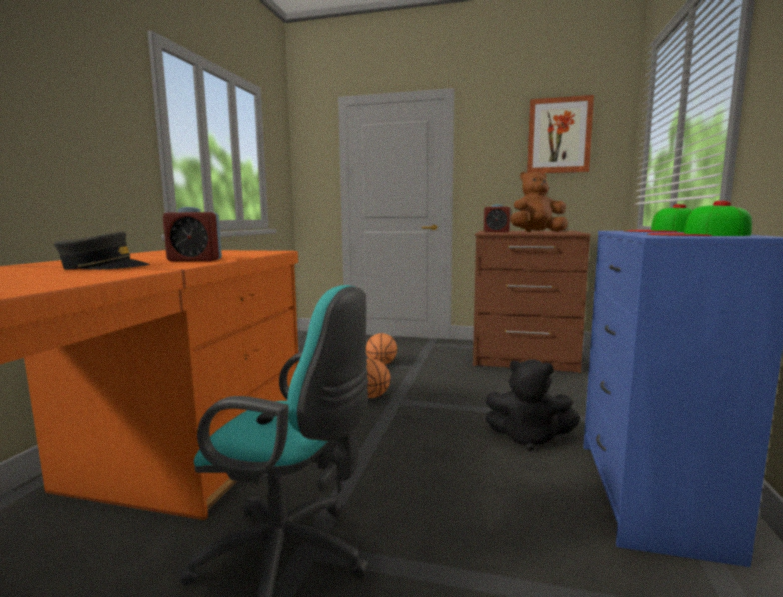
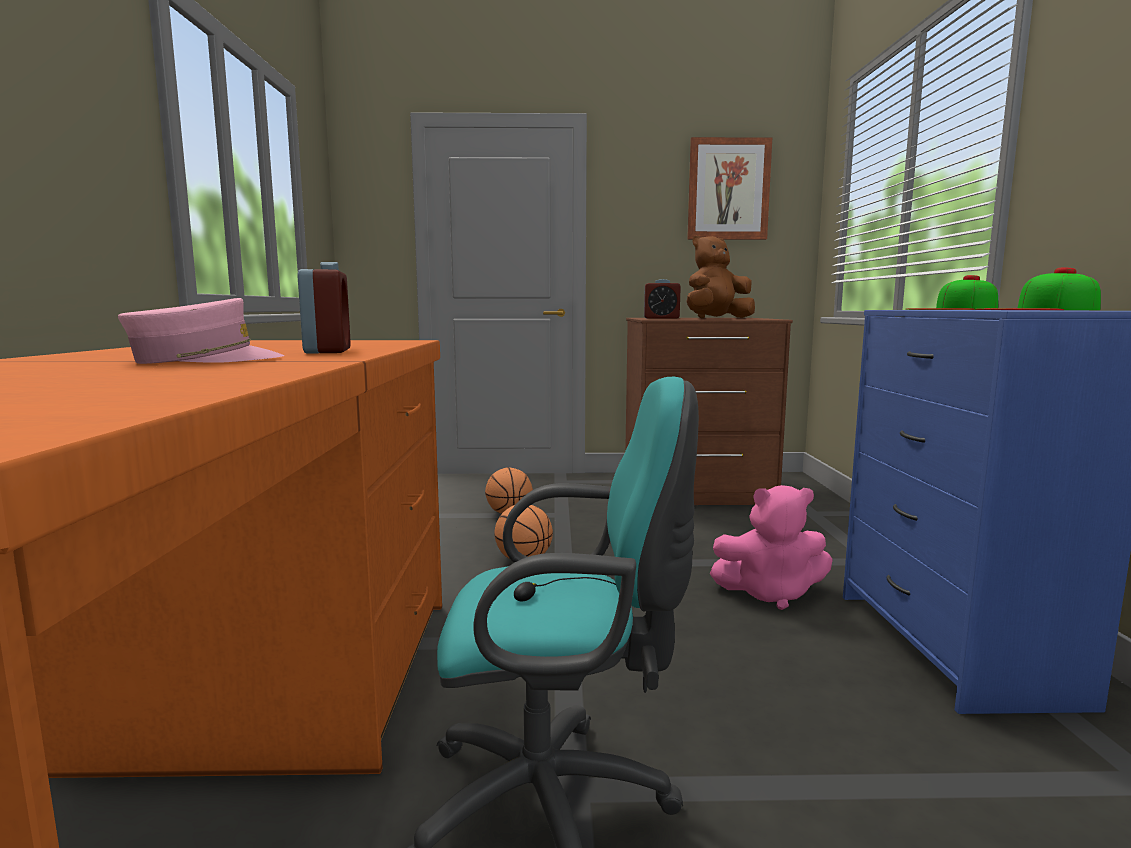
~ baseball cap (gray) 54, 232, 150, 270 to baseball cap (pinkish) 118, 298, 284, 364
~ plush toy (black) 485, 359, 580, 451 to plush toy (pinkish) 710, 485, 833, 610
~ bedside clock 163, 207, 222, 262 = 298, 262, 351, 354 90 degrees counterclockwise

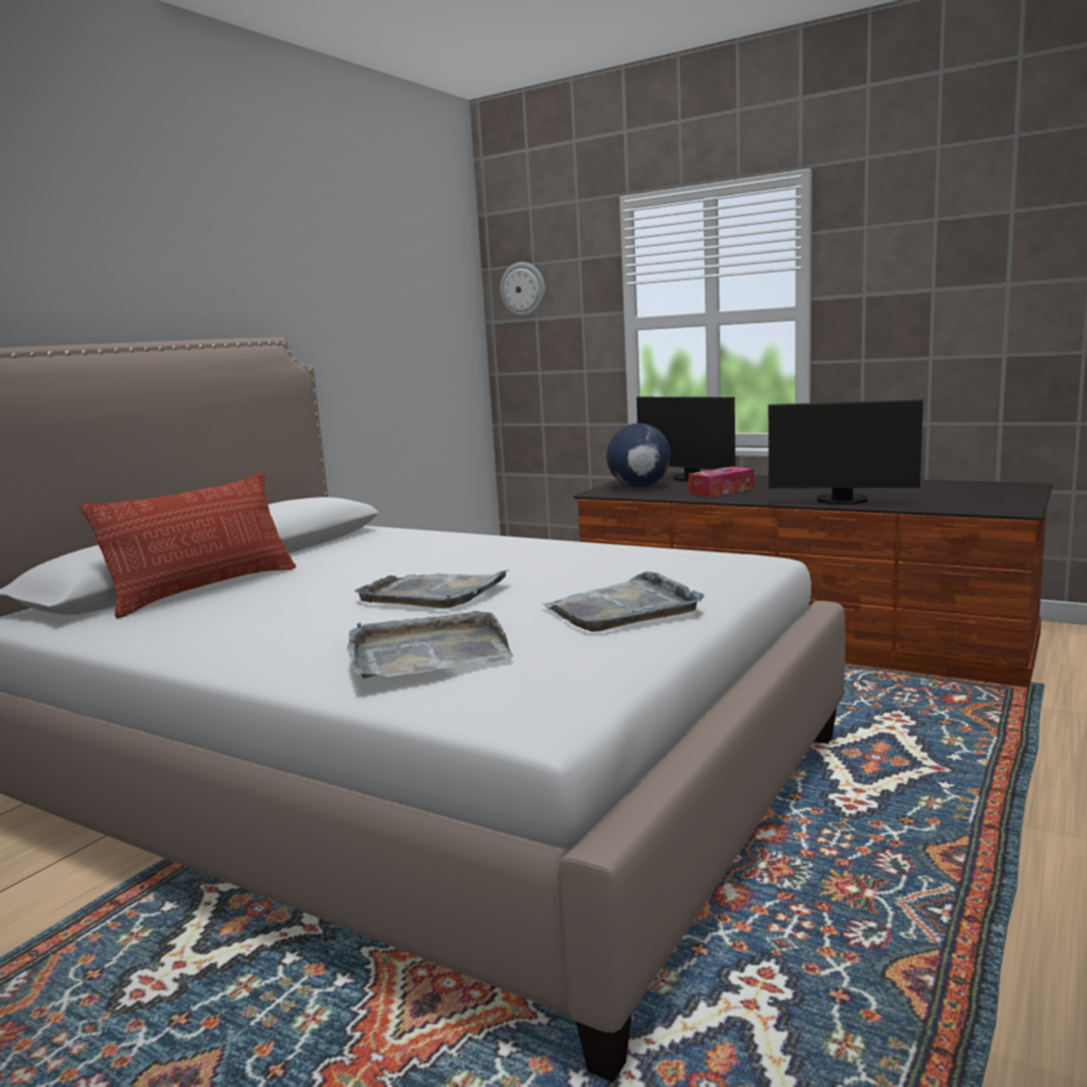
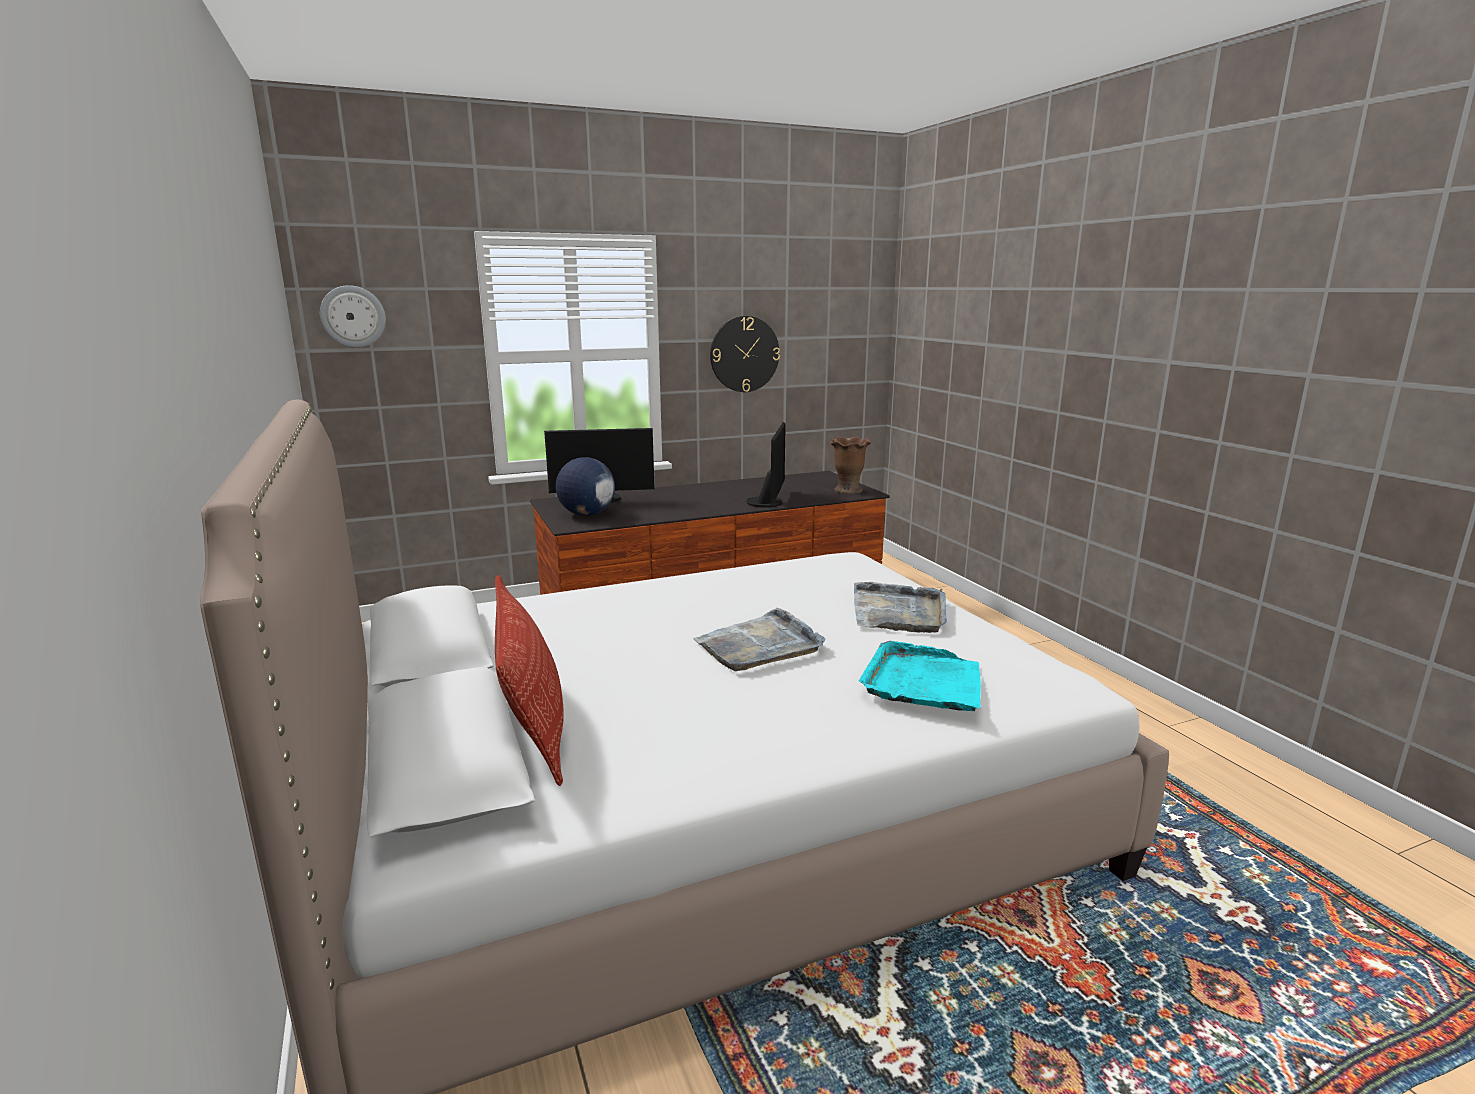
- tissue holder 688, 466, 754, 497
+ clock on the wall 710, 316, 780, 392
+ vase (brown) 830, 437, 871, 494
~ tray (gray) 347, 611, 514, 679 to tray (turquoise-coloured) 859, 641, 981, 711
~ monitor 768, 399, 923, 505 = 746, 422, 786, 507 45 degrees counterclockwise

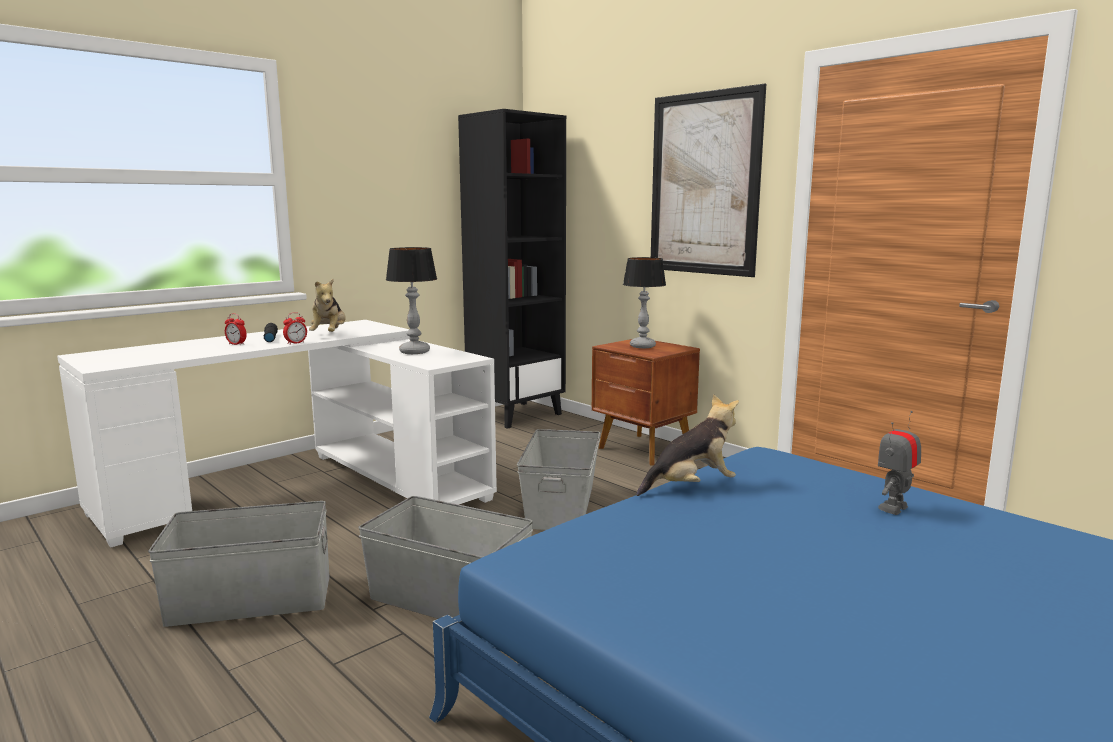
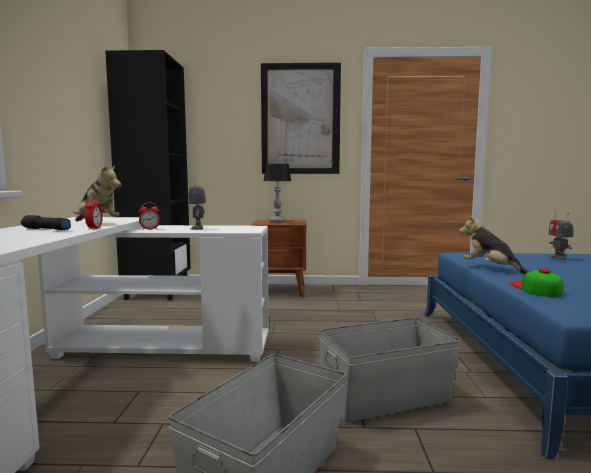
- storage bin (gray) 517, 429, 601, 530
+ baseball cap 509, 268, 563, 297
~ bedside clock 225, 313, 247, 346 to 139, 203, 160, 230
~ table lamp 386, 247, 437, 354 to robot figure 188, 175, 206, 230
~ plush toy 636, 394, 739, 496 = 459, 215, 529, 274 60 degrees counterclockwise

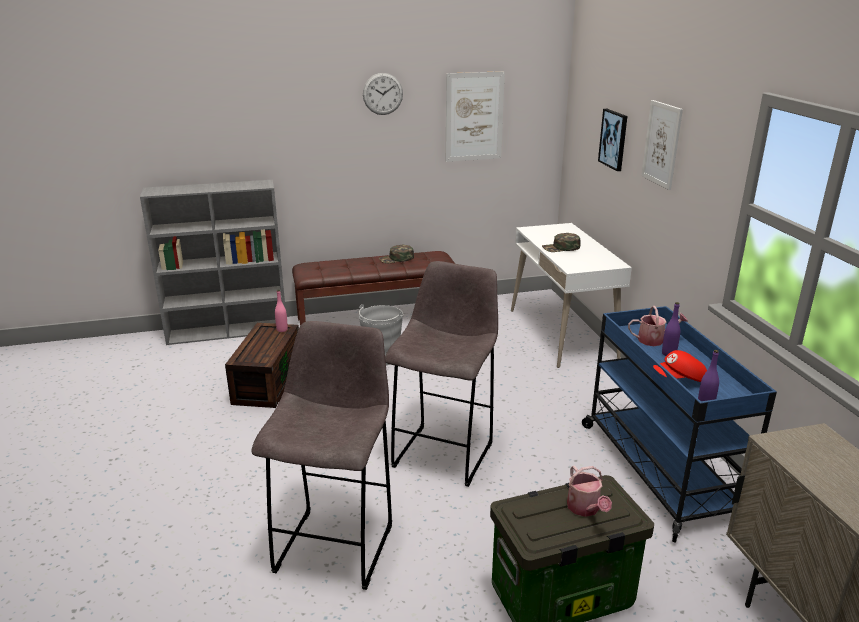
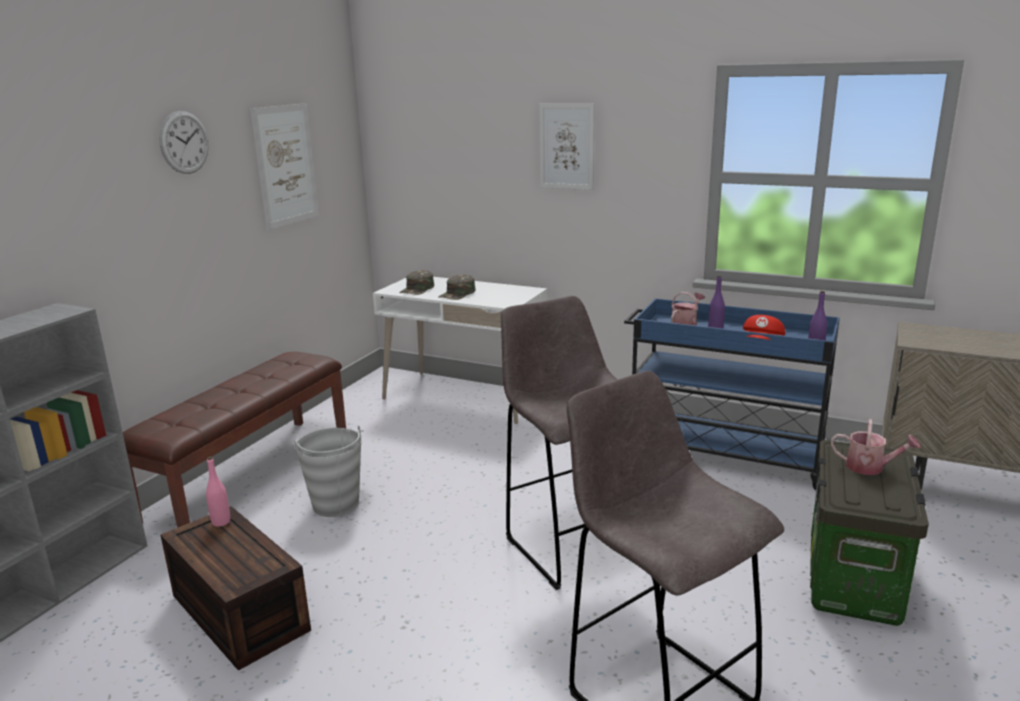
- picture 598, 109, 627, 171
~ baseball cap (green-coloured) 379, 245, 414, 263 to 399, 270, 434, 295

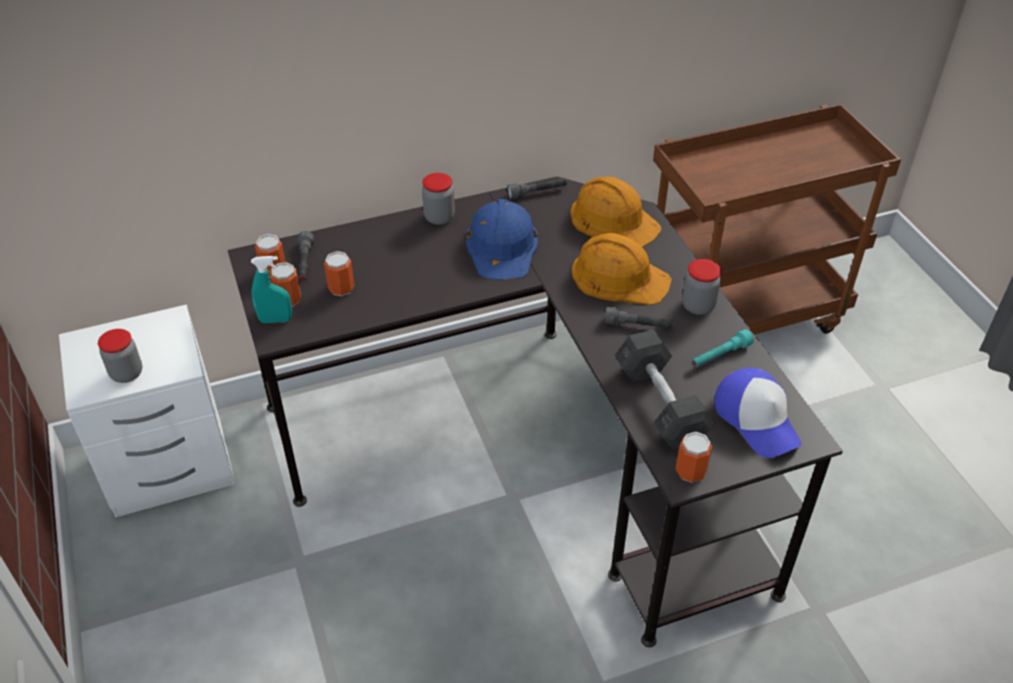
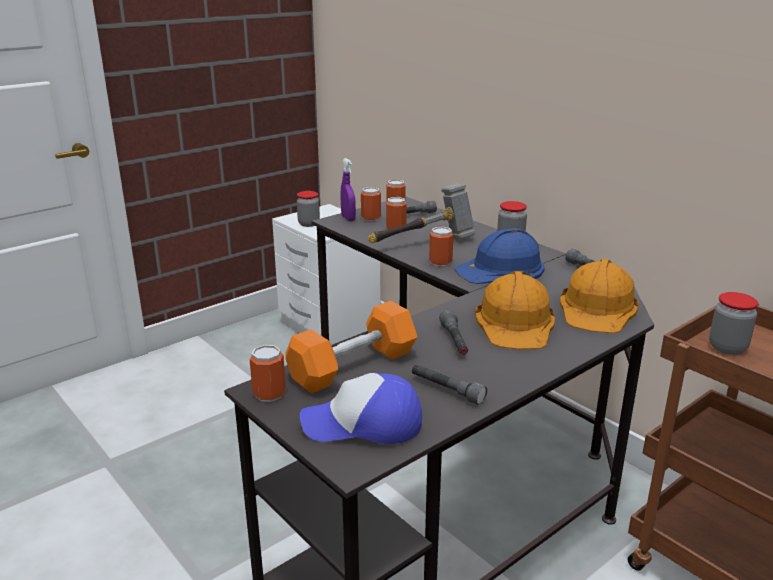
+ hand hammer 368, 184, 475, 243
+ can 429, 227, 453, 266
~ storage jar 682, 259, 721, 315 to 709, 292, 758, 355
~ sprayer (turquoise-coloured) 251, 256, 292, 323 to sprayer (purple-coloured) 341, 158, 356, 221
~ dumbbell (gray) 615, 329, 715, 450 to dumbbell (orangey) 285, 301, 418, 394
~ flashlight (turquoise-coloured) 692, 329, 754, 367 to flashlight (gray) 412, 364, 487, 405
~ baseball cap 715, 368, 802, 458 = 300, 372, 422, 444 45 degrees clockwise

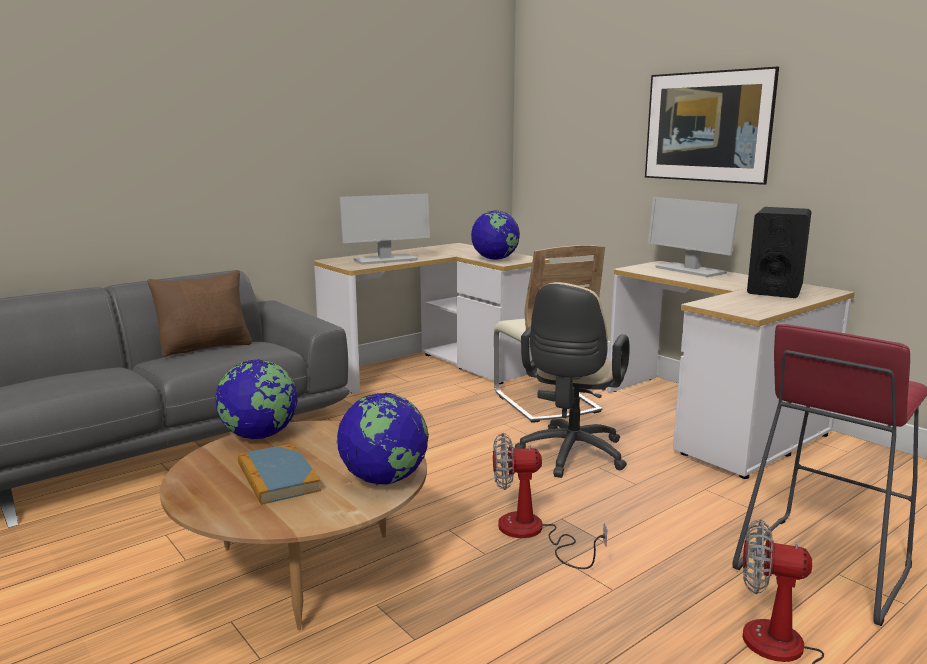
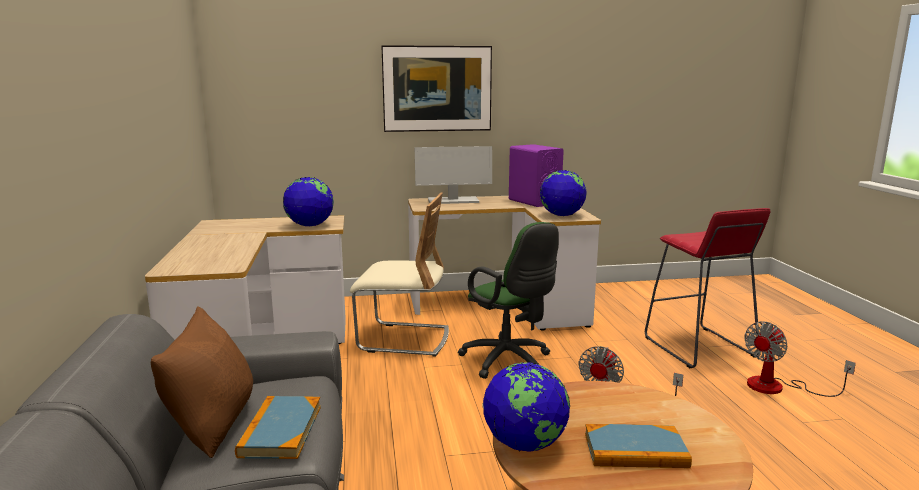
- monitor 340, 194, 430, 265
+ volume 235, 396, 321, 459
~ globe 336, 393, 429, 485 to 540, 170, 587, 216
~ office chair (beige-coloured) 515, 282, 630, 478 to office chair (green-coloured) 458, 222, 559, 379
~ loudspeaker (black) 747, 207, 811, 298 to loudspeaker (purple-coloured) 509, 144, 564, 207

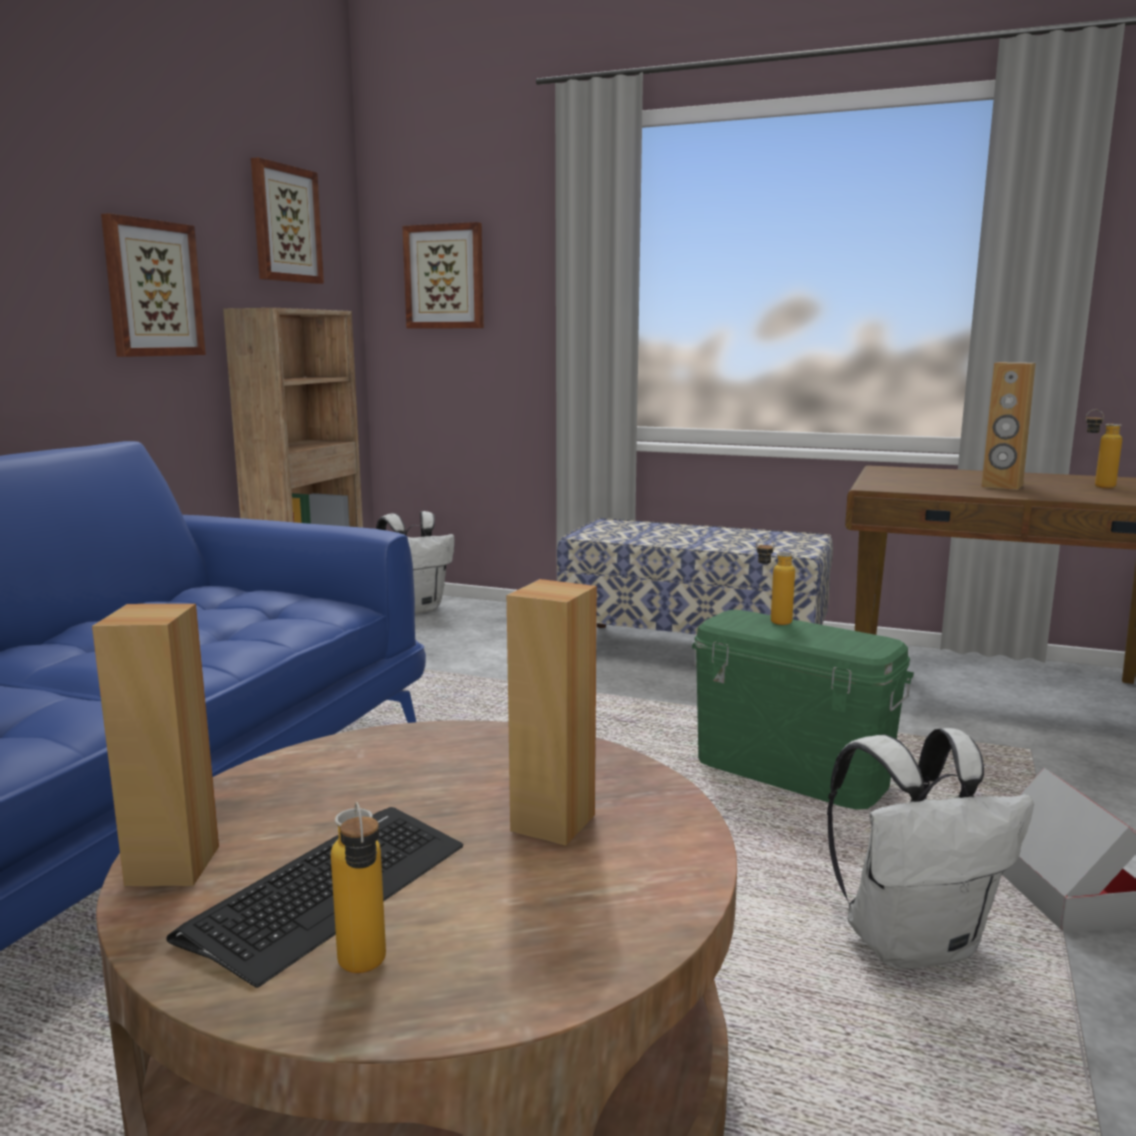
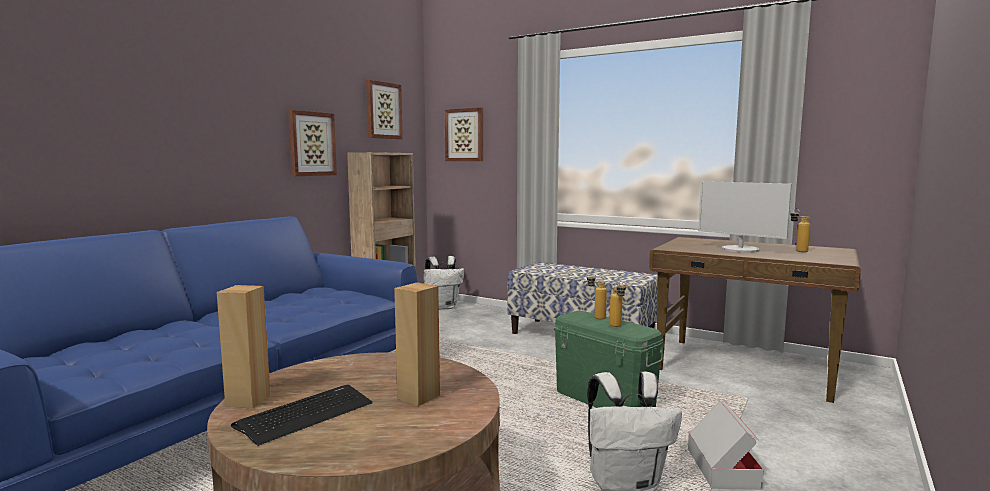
~ drink bottle 331, 802, 386, 973 to 610, 281, 626, 327
~ loudspeaker (brown) 981, 362, 1036, 490 to monitor 698, 181, 792, 253

